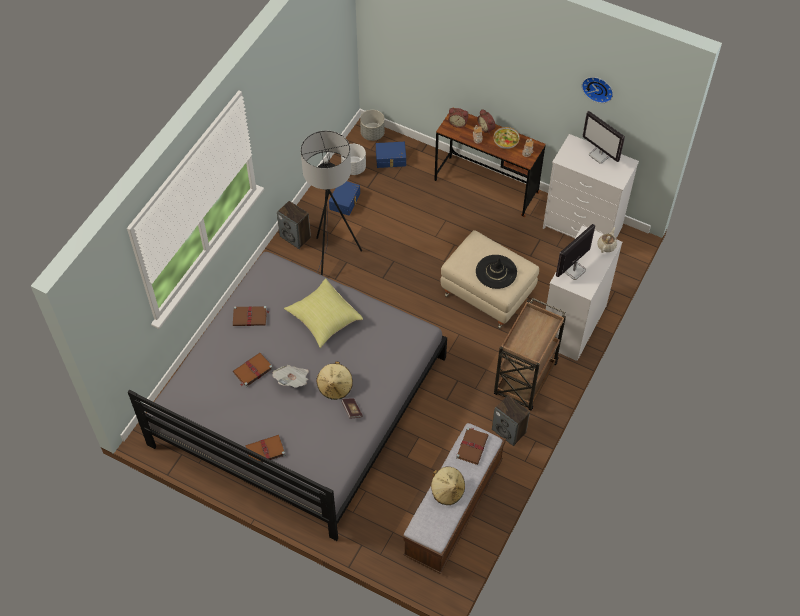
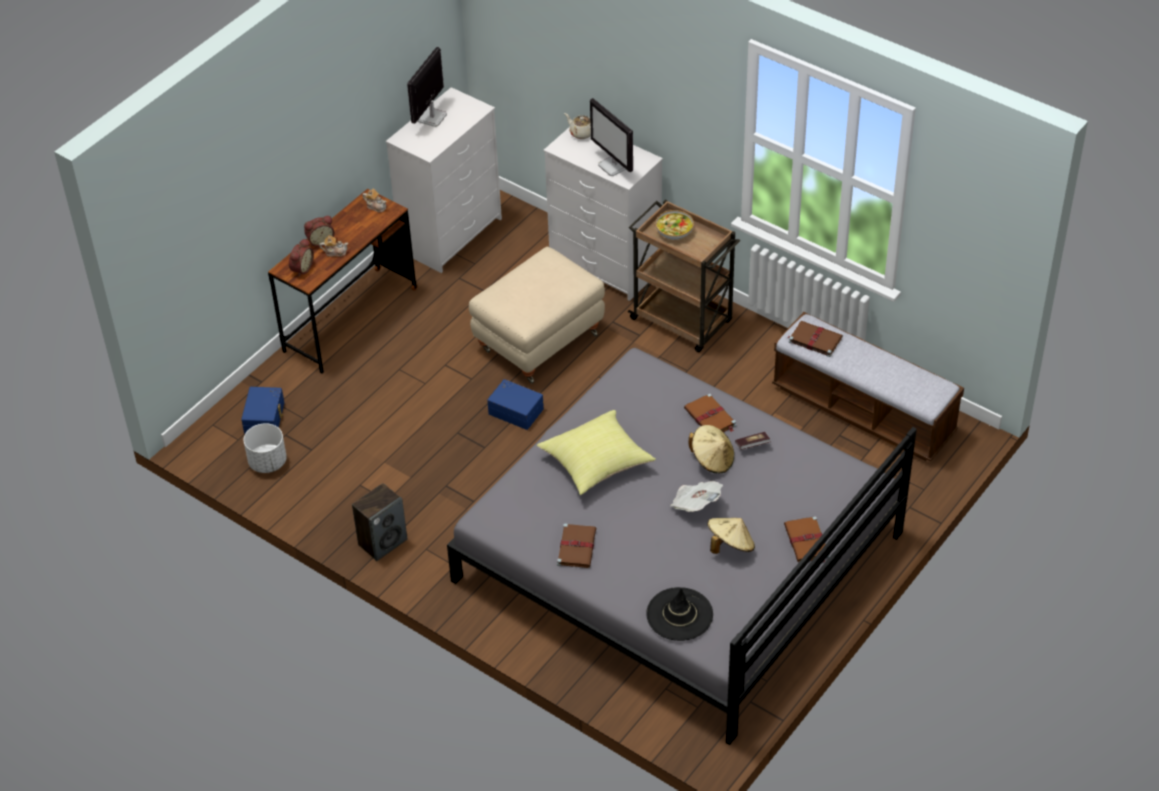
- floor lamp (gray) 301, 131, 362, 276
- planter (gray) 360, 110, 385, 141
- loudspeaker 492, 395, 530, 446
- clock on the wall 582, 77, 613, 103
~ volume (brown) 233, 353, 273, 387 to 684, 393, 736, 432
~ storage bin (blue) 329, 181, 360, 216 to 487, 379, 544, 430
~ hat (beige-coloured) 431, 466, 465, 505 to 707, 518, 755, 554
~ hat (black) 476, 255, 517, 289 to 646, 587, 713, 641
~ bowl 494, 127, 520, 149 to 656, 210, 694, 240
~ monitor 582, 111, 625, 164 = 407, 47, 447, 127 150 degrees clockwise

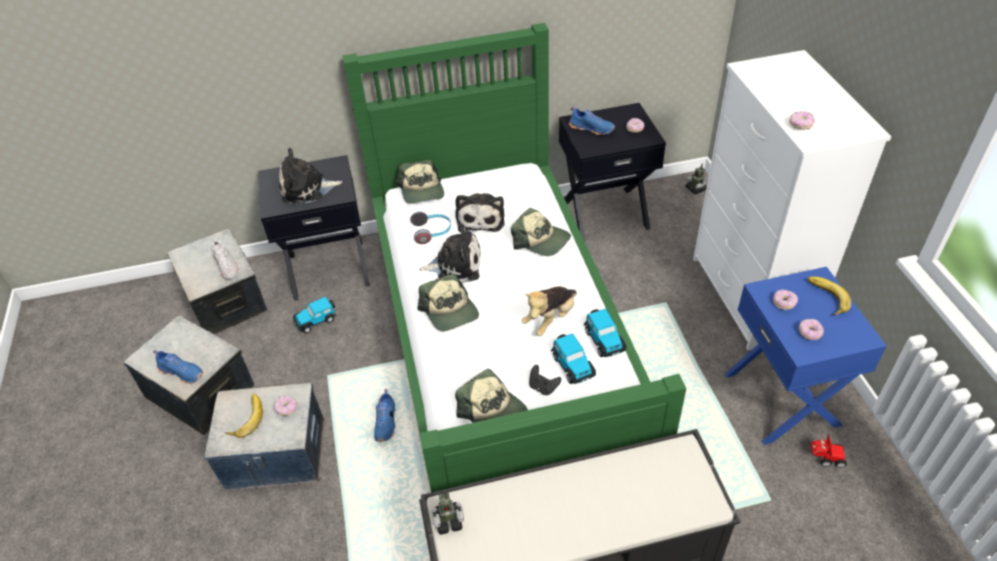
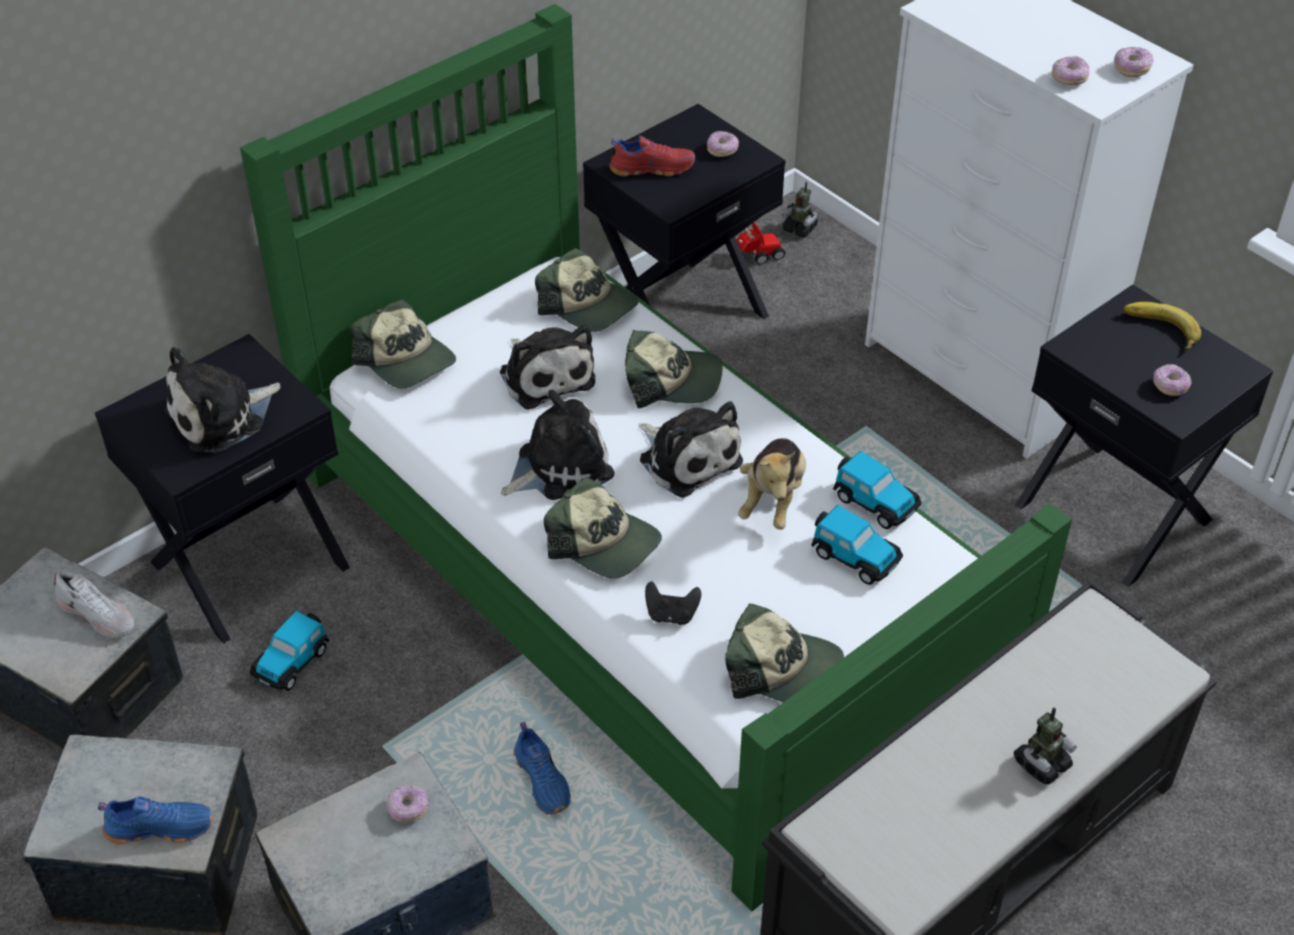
- banana 225, 394, 263, 438
- pair of headphones 410, 212, 451, 244
+ baseball cap 535, 248, 639, 332
+ plush toy 639, 401, 743, 498
~ robot figure 431, 491, 464, 535 to 1014, 707, 1077, 784
~ game controller (black) 529, 365, 561, 395 to 645, 582, 701, 625
~ ring doughnut 773, 290, 798, 310 to 1114, 47, 1154, 77
~ toy car 811, 434, 847, 468 to 737, 222, 785, 264
~ shoe (blue) 569, 107, 615, 135 to shoe (red) 609, 136, 695, 176
~ bedside table (blue) 725, 267, 887, 445 to bedside table (black) 1016, 285, 1273, 587

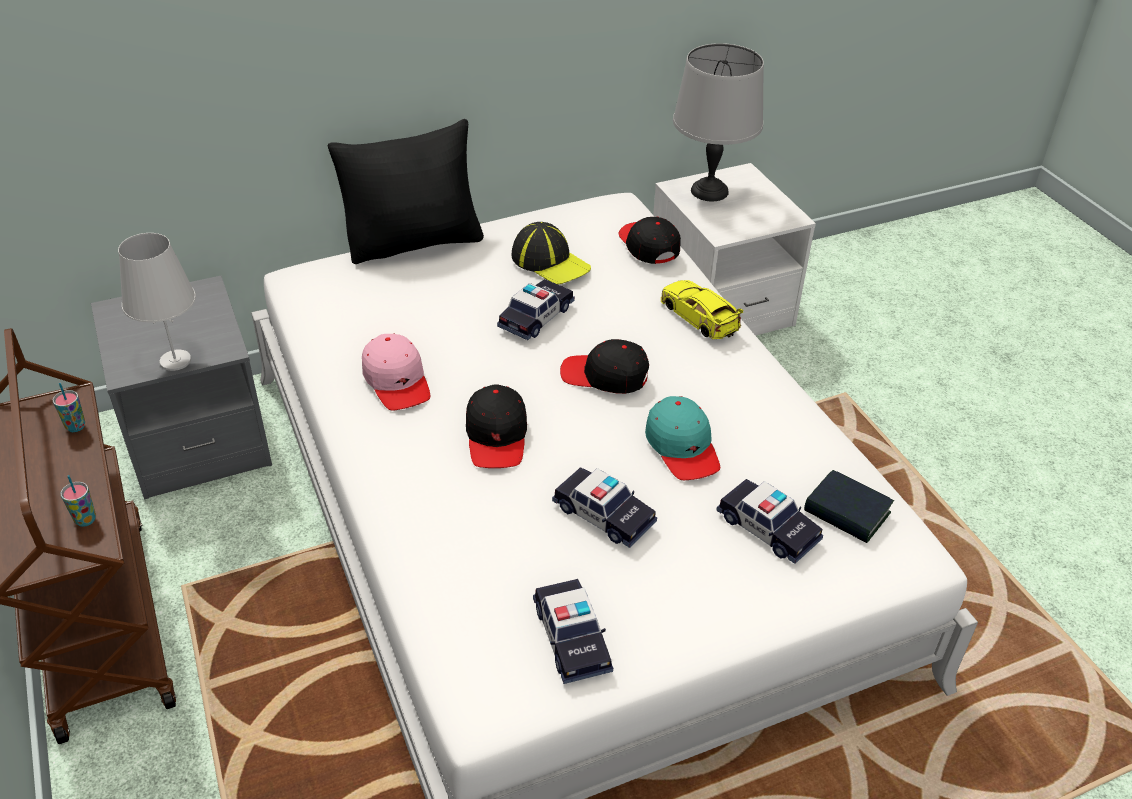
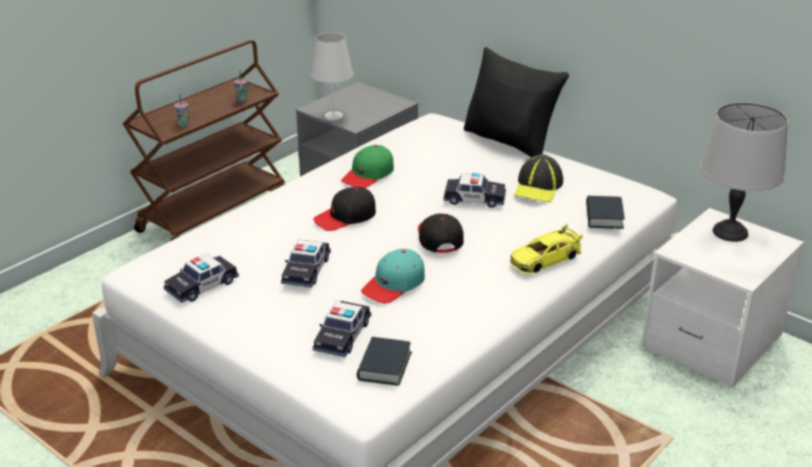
~ baseball cap (black) 618, 217, 681, 264 to volume 586, 196, 624, 229
~ baseball cap (pinkish) 362, 333, 430, 410 to baseball cap (green-coloured) 341, 145, 394, 188
~ toy car (yellow) 661, 280, 744, 339 = 510, 224, 583, 274 150 degrees counterclockwise

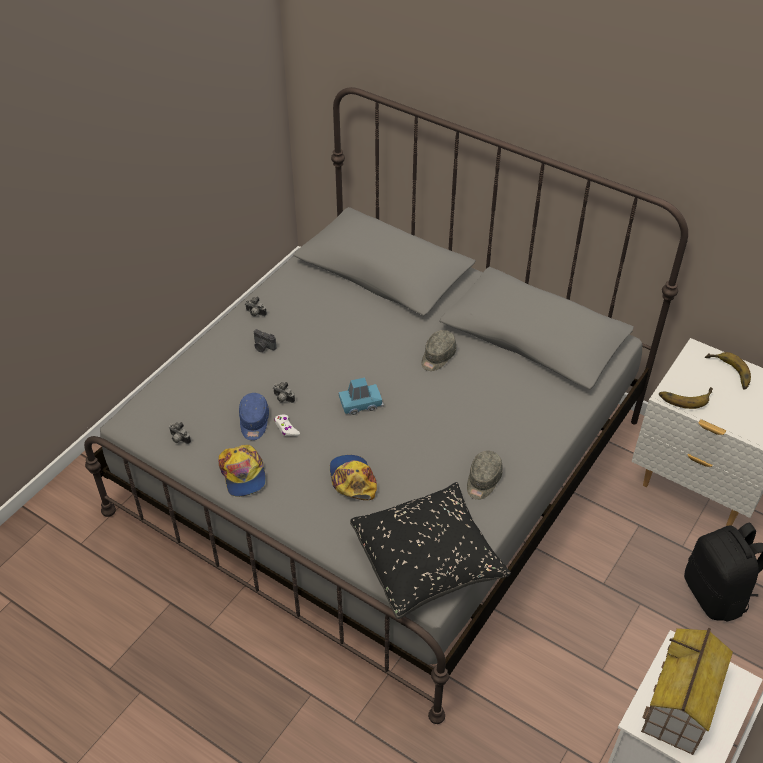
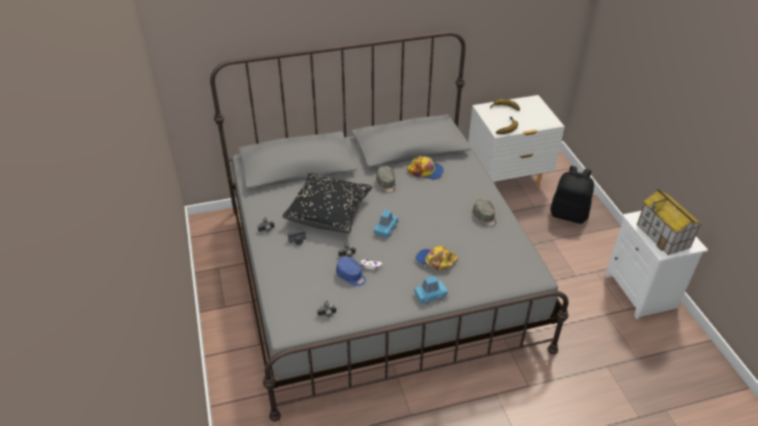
+ toy car (blue) 414, 276, 449, 304
~ baseball cap 219, 445, 266, 497 to 407, 156, 444, 180
~ cushion (black) 350, 482, 511, 619 to 282, 173, 372, 233

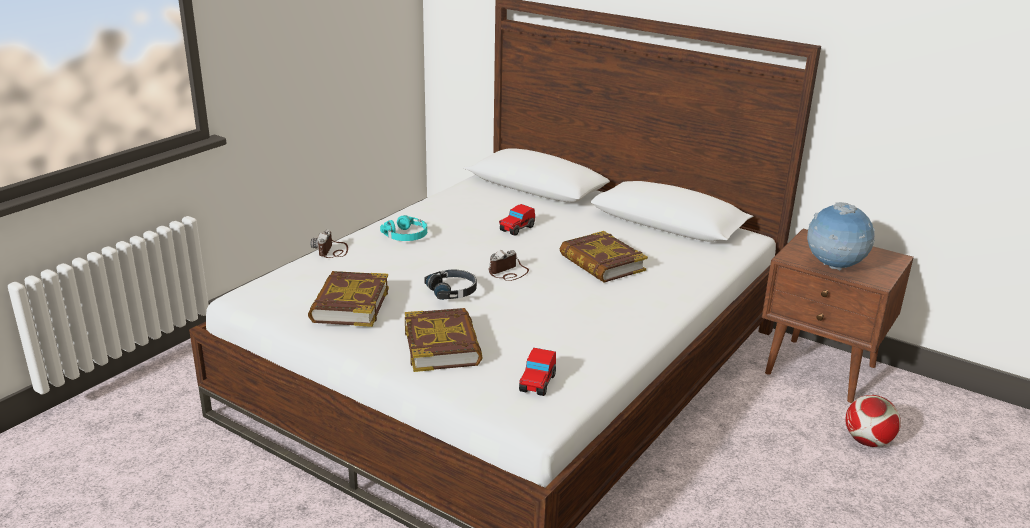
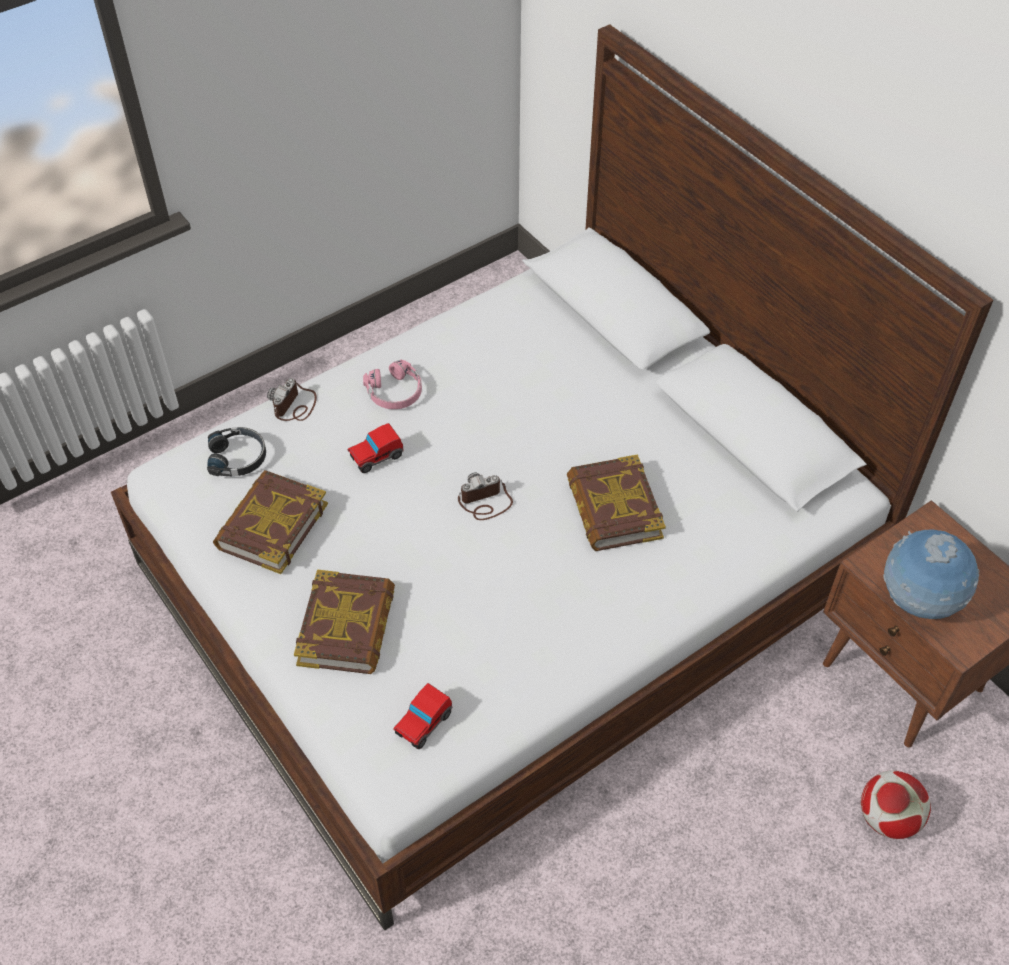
~ pair of headphones (black) 424, 270, 477, 300 to 207, 427, 266, 476
~ toy car 499, 204, 535, 236 to 347, 423, 404, 473
~ pair of headphones (turquoise-coloured) 380, 215, 427, 241 to pair of headphones (pinkish) 363, 360, 422, 409

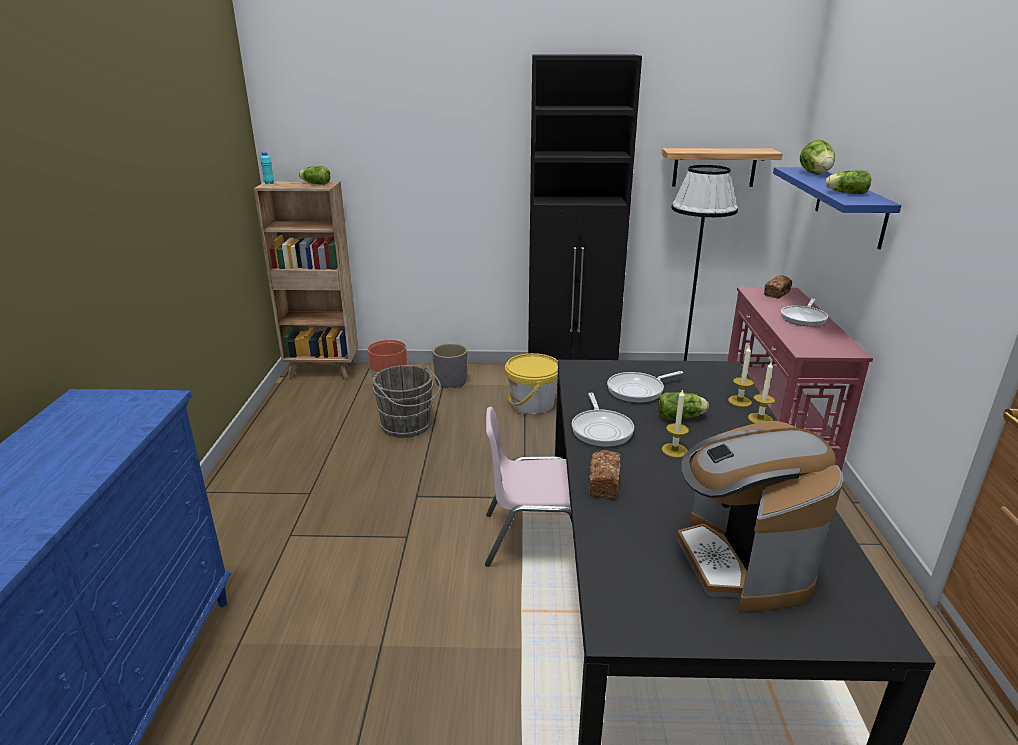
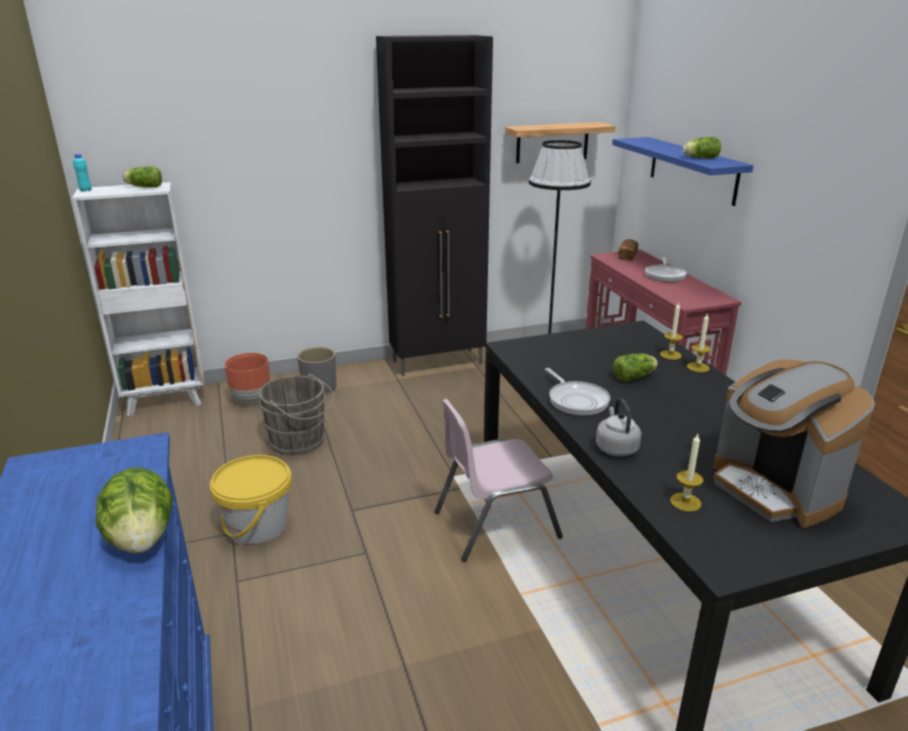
- pan 607, 371, 683, 403
~ pail (yellow) 505, 353, 558, 414 to 210, 455, 292, 544
~ candle 662, 389, 689, 458 to 670, 434, 703, 512
~ lettuce head 800, 139, 835, 175 to 96, 467, 173, 553
~ bread 589, 450, 621, 499 to water kettle (gray) 596, 398, 641, 457
~ bookshelf (brown) 254, 181, 358, 380 to bookshelf (whitish) 72, 182, 204, 416

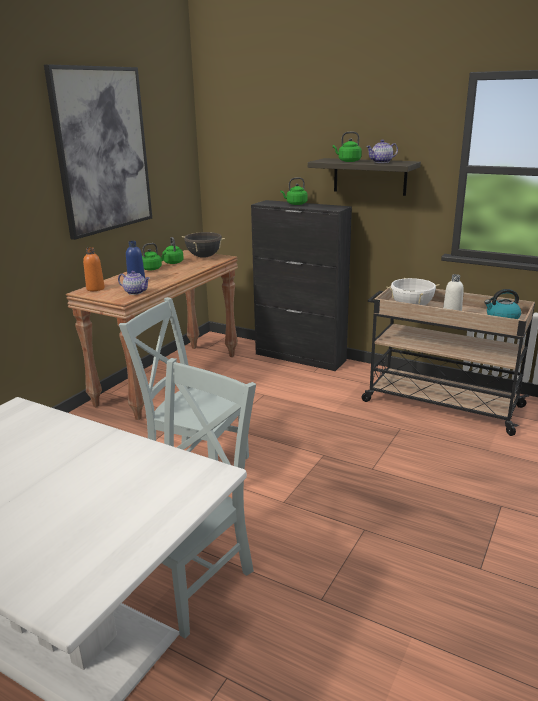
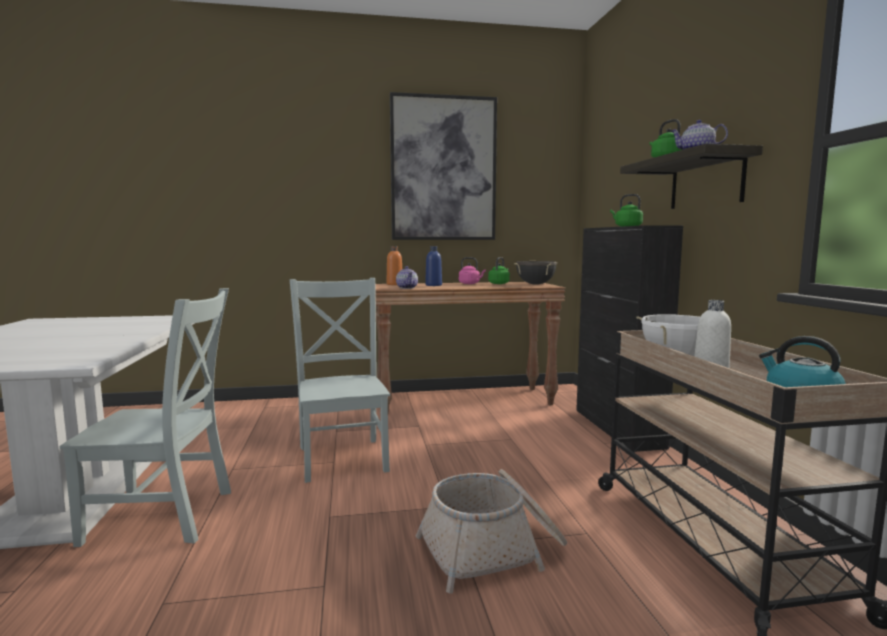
+ household basket 416, 469, 567, 593
~ water kettle (green-coloured) 142, 243, 166, 271 to water kettle (pinkish) 459, 257, 486, 284

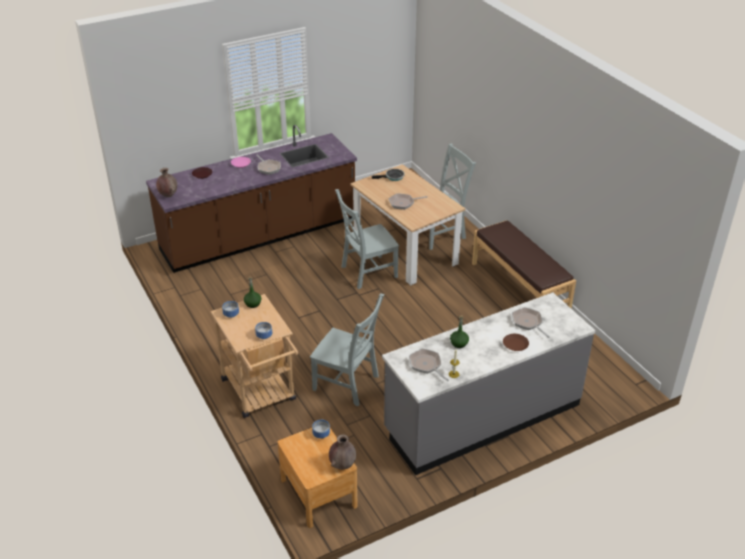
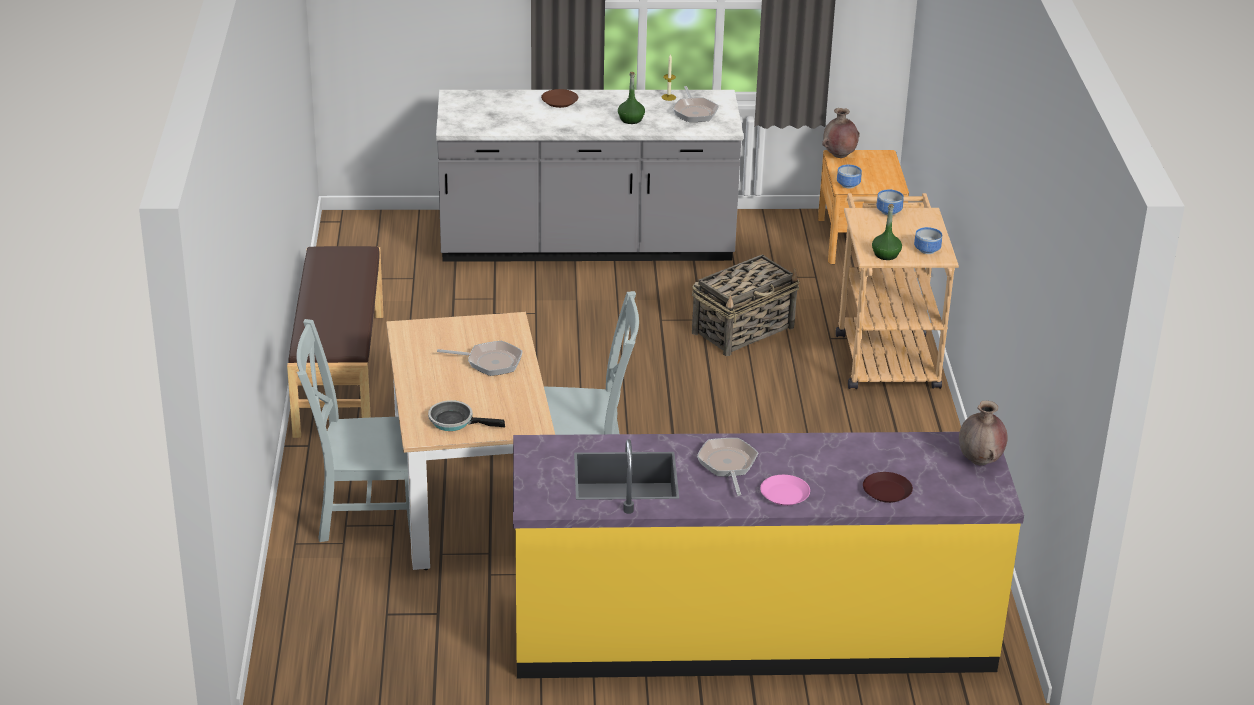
- pan 512, 307, 550, 338
~ upright chair (gray) 310, 294, 384, 407 to household basket 692, 254, 800, 356
~ kitchen counter (brown) 146, 125, 357, 273 to kitchen counter (yellow) 513, 432, 1024, 678

